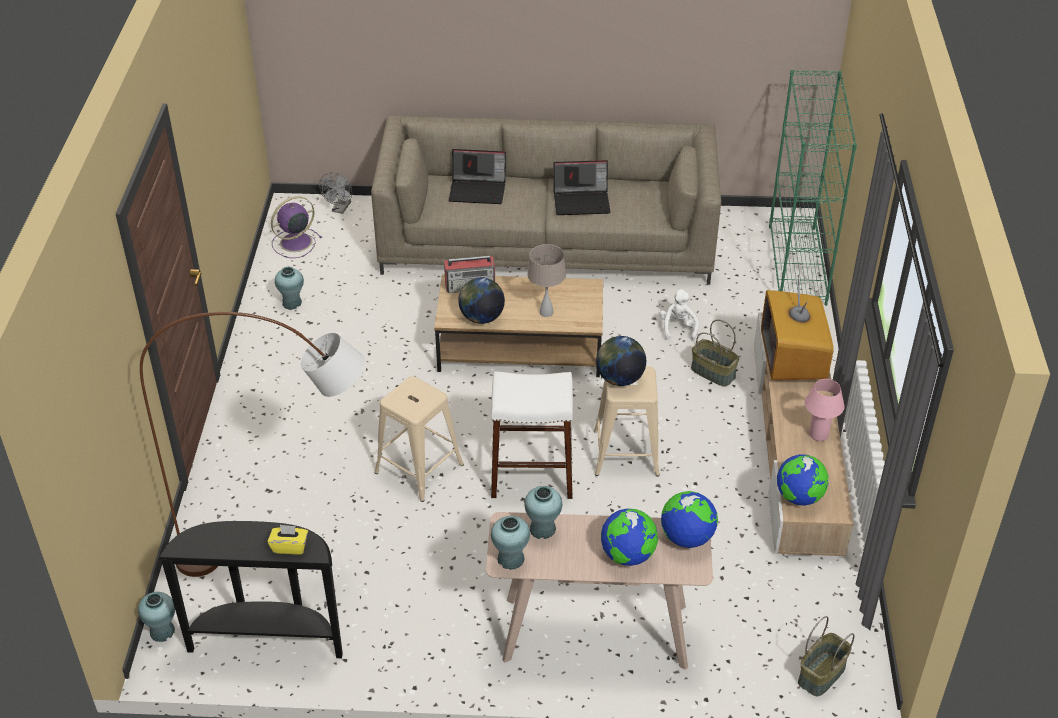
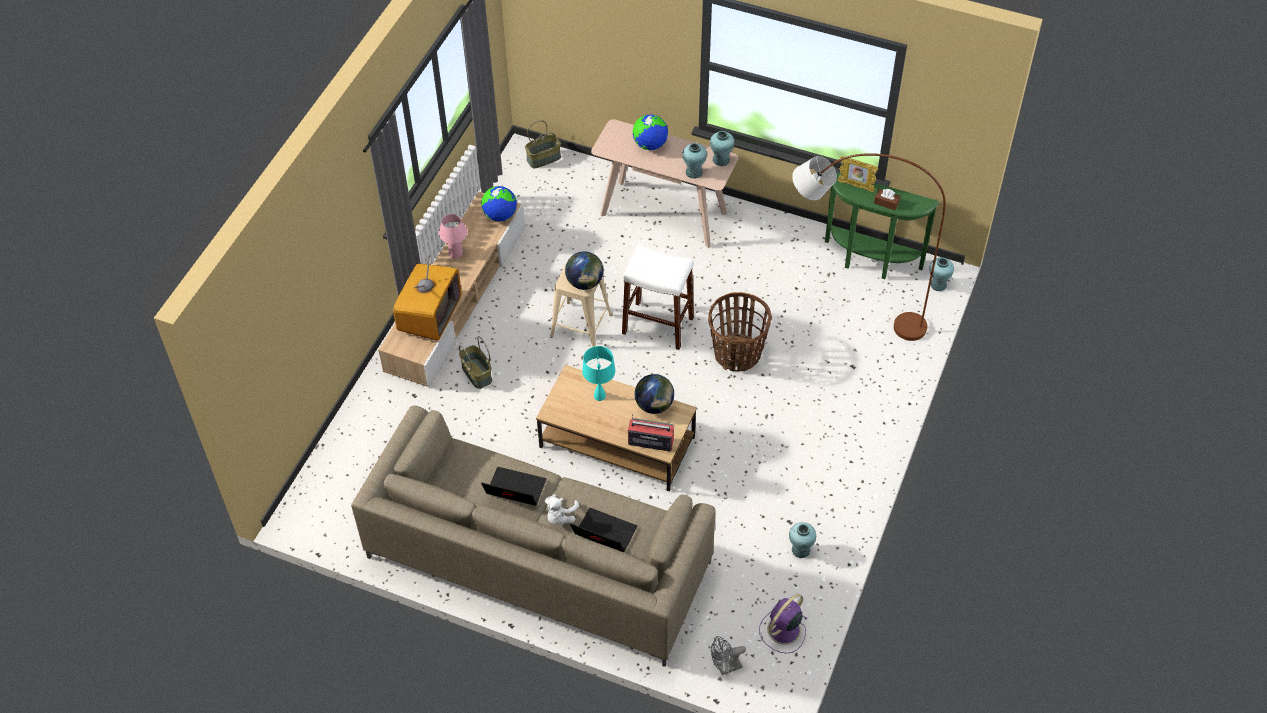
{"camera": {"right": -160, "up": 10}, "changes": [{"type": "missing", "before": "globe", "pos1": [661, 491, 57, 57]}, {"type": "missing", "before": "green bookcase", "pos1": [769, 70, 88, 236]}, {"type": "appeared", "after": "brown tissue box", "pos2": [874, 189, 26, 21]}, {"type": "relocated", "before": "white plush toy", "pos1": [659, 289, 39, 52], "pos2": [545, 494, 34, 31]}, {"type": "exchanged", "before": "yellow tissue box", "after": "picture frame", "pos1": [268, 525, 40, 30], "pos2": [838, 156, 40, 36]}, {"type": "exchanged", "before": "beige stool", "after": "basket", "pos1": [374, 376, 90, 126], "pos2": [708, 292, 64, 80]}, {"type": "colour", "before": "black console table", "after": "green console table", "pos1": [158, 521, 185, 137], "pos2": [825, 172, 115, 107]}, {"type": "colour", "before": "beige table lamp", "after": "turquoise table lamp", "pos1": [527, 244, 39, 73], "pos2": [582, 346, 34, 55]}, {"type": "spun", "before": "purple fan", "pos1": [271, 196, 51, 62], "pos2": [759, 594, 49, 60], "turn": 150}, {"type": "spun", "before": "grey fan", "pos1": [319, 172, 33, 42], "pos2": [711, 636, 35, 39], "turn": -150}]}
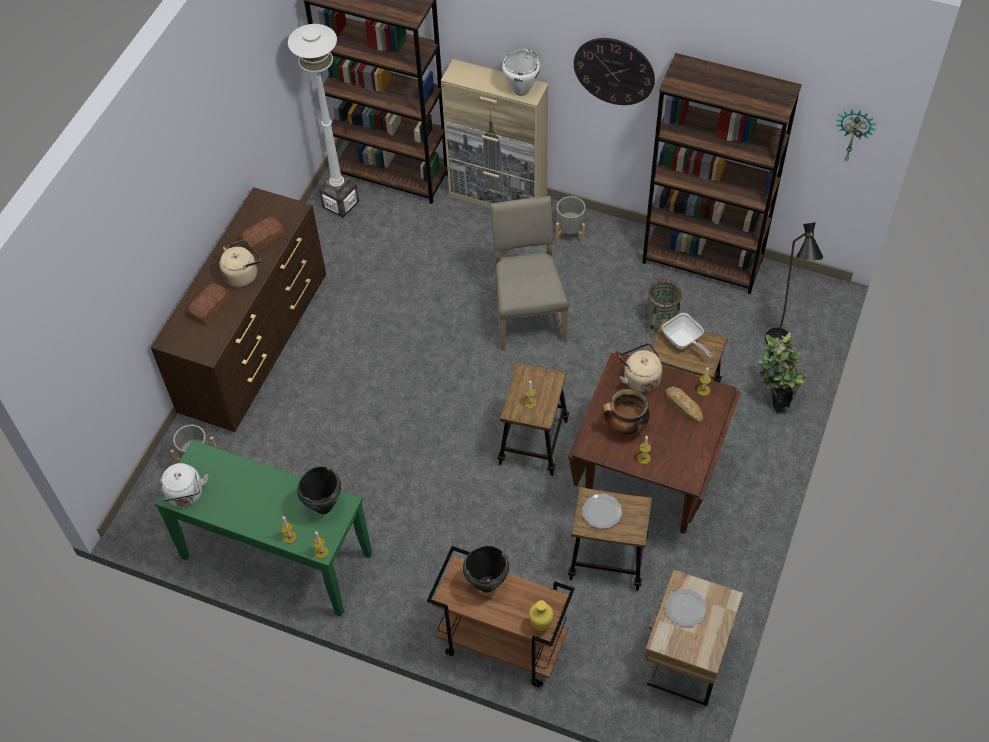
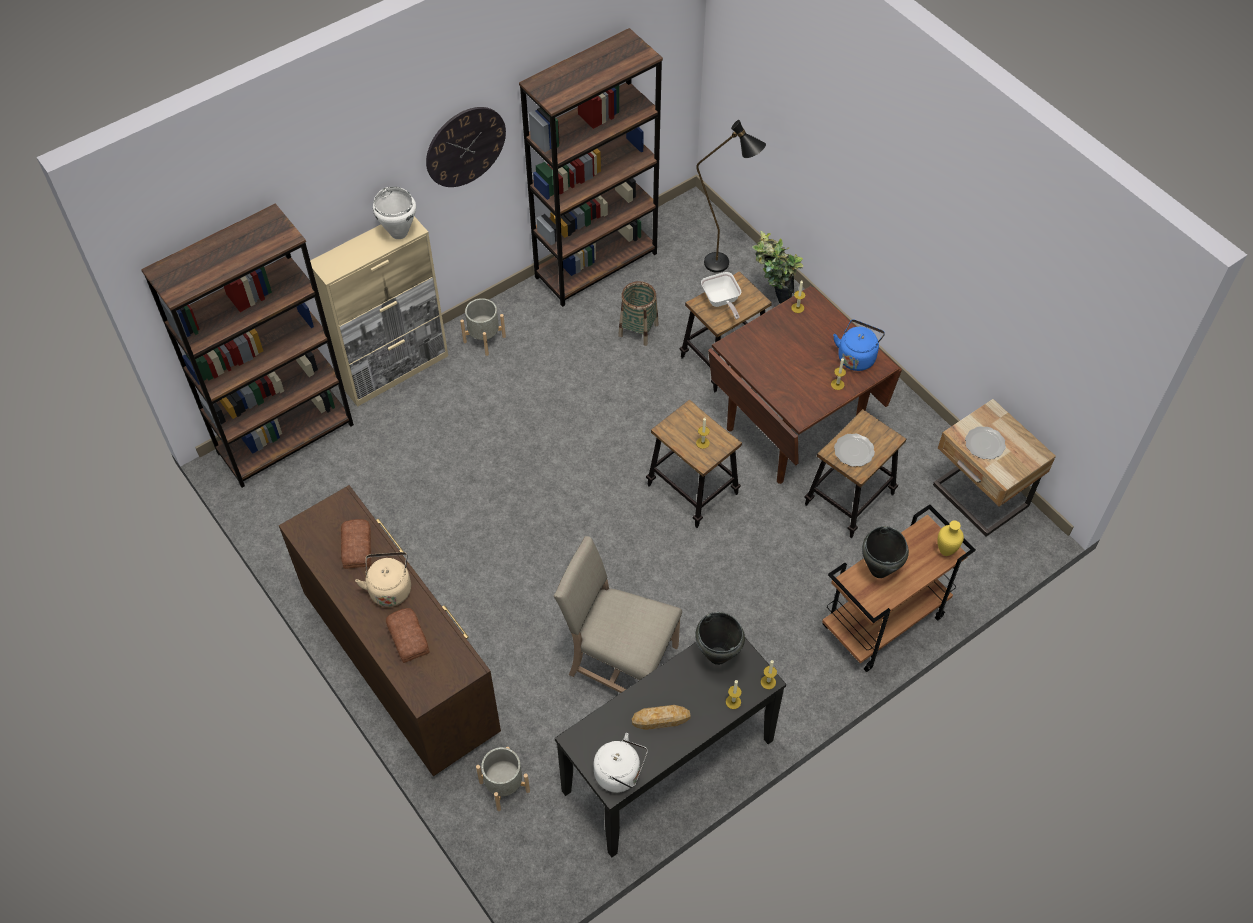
{"camera": {"right": -60, "up": 0}, "changes": [{"type": "missing", "before": "white floor lamp", "pos1": [288, 24, 71, 194]}, {"type": "missing", "before": "cooking pot", "pos1": [602, 389, 47, 47]}, {"type": "missing", "before": "beige kettle", "pos1": [619, 343, 43, 50]}, {"type": "missing", "before": "wall clock", "pos1": [836, 109, 40, 52]}, {"type": "appeared", "after": "blue kettle", "pos2": [833, 319, 52, 52]}, {"type": "relocated", "before": "beige chair", "pos1": [490, 196, 79, 155], "pos2": [554, 536, 128, 157]}, {"type": "relocated", "before": "bread", "pos1": [666, 386, 37, 38], "pos2": [632, 705, 59, 25]}, {"type": "colour", "before": "green console table", "after": "black console table", "pos1": [154, 440, 218, 177], "pos2": [555, 638, 231, 219]}, {"type": "spun", "before": "frying pan", "pos1": [662, 313, 50, 45], "pos2": [701, 272, 40, 47], "turn": 75}]}
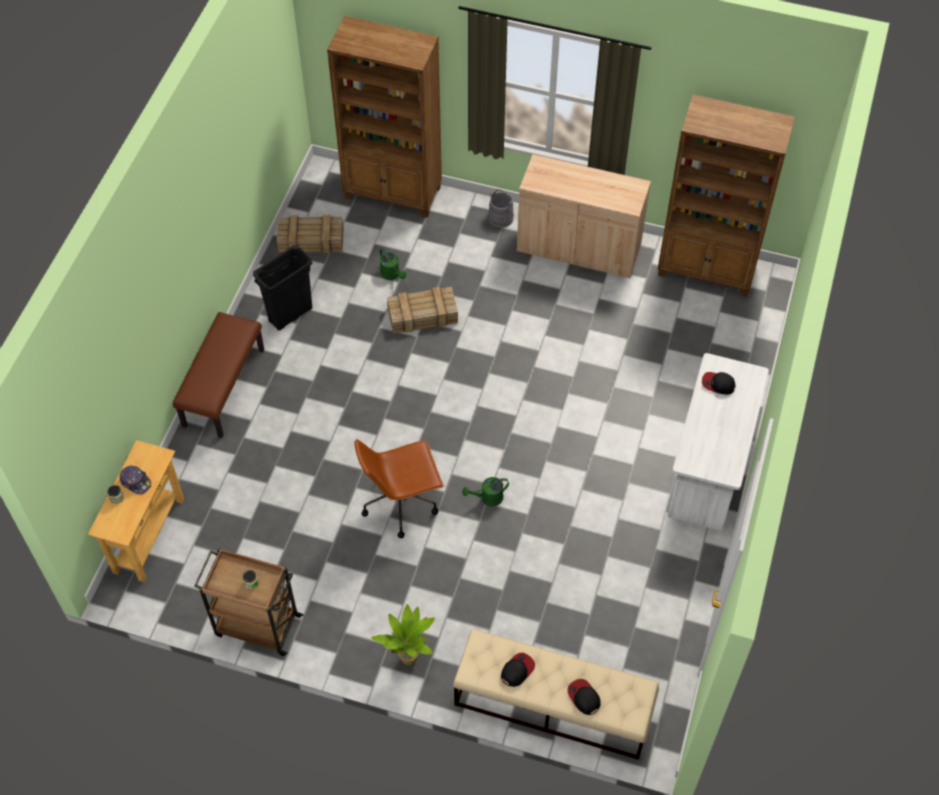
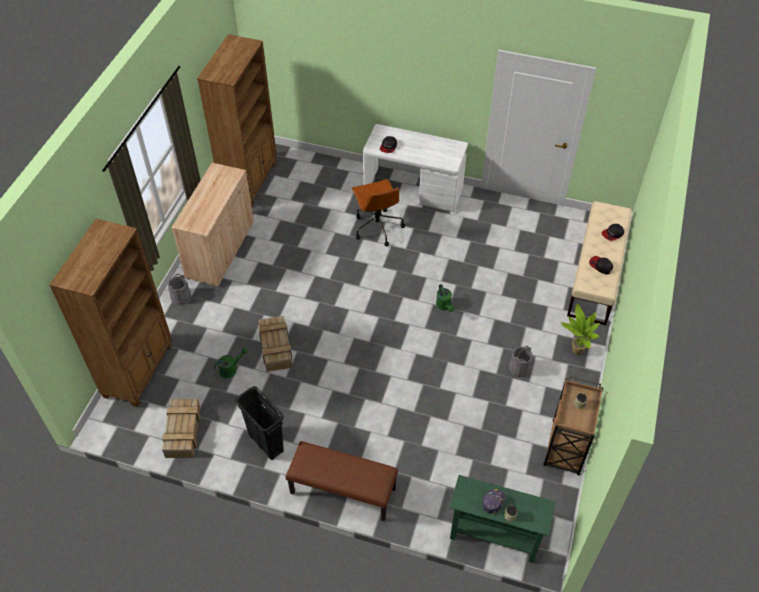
{"camera": {"right": -90, "up": -5}, "changes": [{"type": "appeared", "after": "grey bucket", "pos2": [509, 346, 24, 31]}, {"type": "relocated", "before": "brown office chair", "pos1": [355, 439, 89, 99], "pos2": [352, 179, 53, 67]}, {"type": "colour", "before": "beige console table", "after": "green console table", "pos1": [88, 440, 96, 142], "pos2": [449, 475, 107, 88]}]}
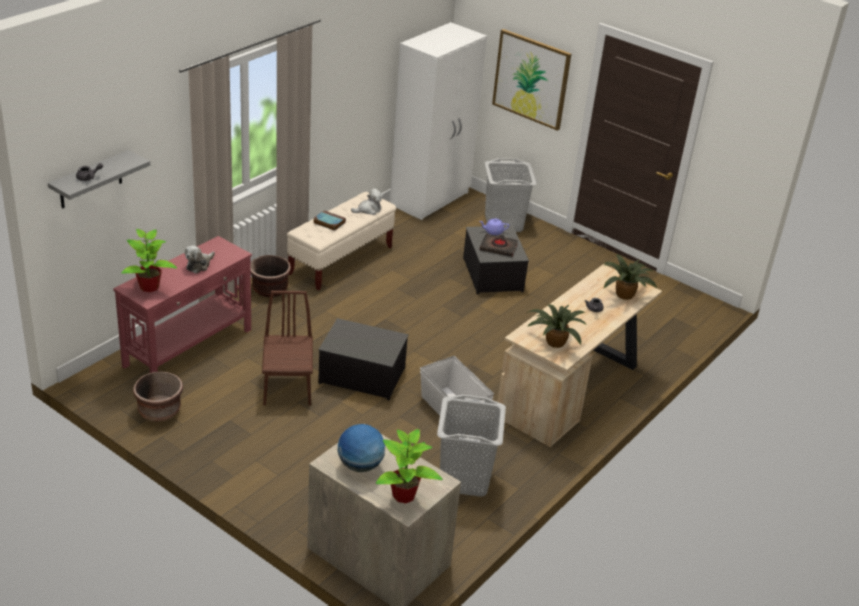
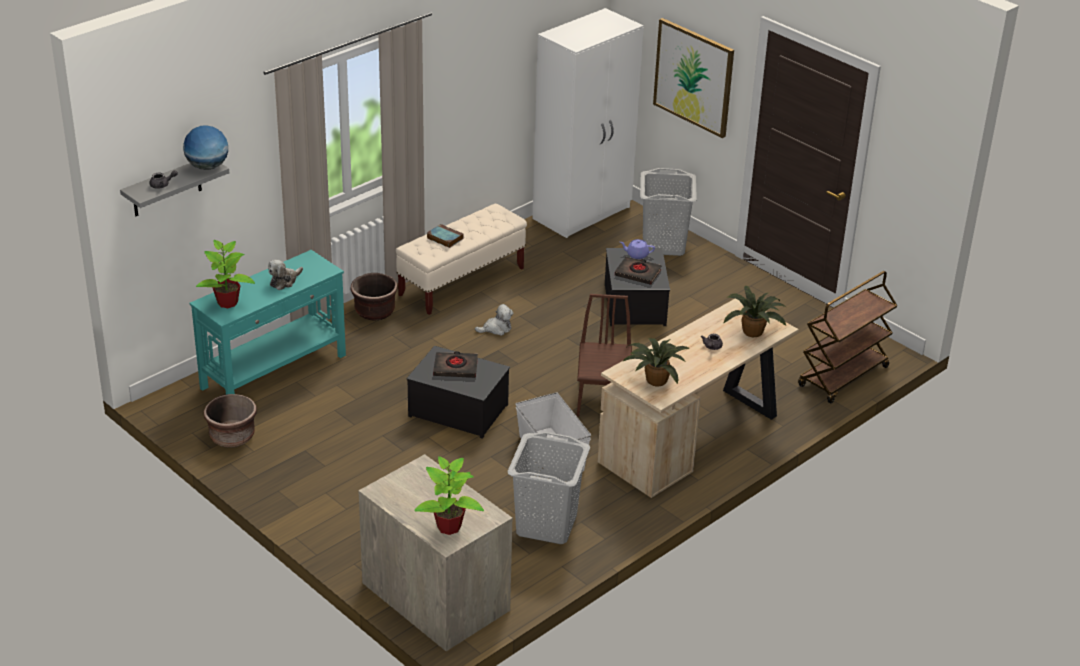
{"camera": {"right": 10, "up": 0}, "changes": [{"type": "appeared", "after": "black book", "pos2": [433, 351, 45, 27]}, {"type": "appeared", "after": "brown cart", "pos2": [798, 271, 100, 133]}, {"type": "relocated", "before": "brown chair", "pos1": [262, 291, 51, 115], "pos2": [577, 294, 55, 122]}, {"type": "relocated", "before": "globe", "pos1": [338, 424, 47, 48], "pos2": [183, 126, 45, 44]}, {"type": "relocated", "before": "plush toy", "pos1": [351, 188, 32, 27], "pos2": [475, 304, 39, 32]}, {"type": "colour", "before": "red console table", "after": "turquoise console table", "pos1": [113, 236, 139, 137], "pos2": [189, 250, 157, 145]}]}
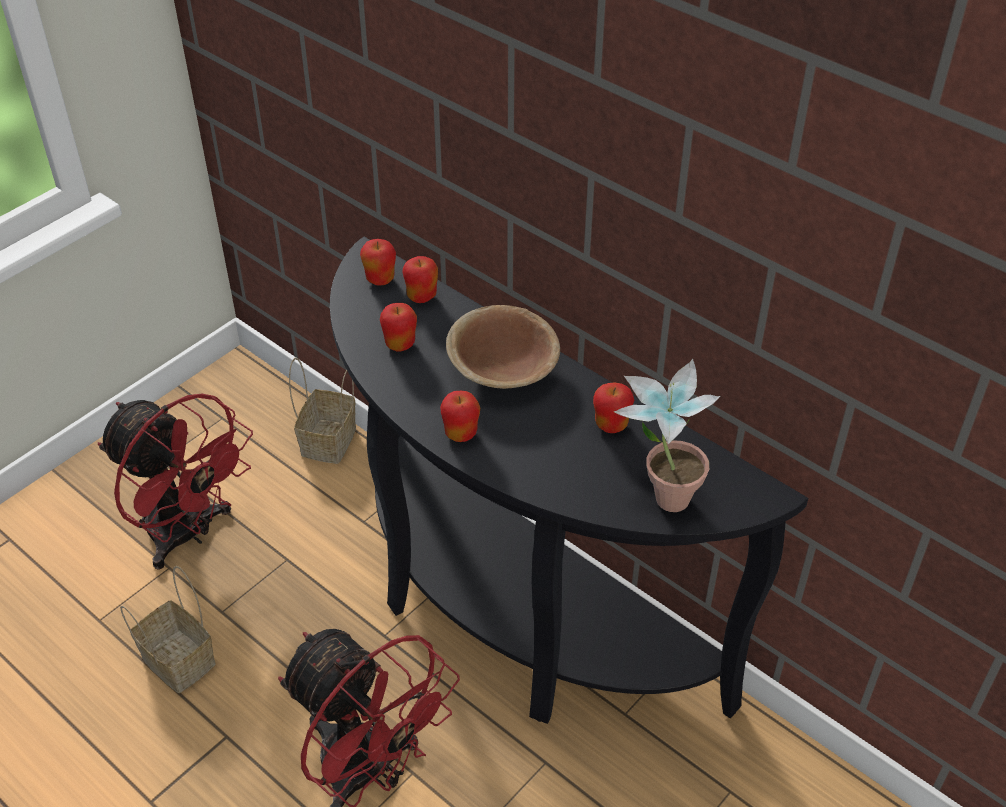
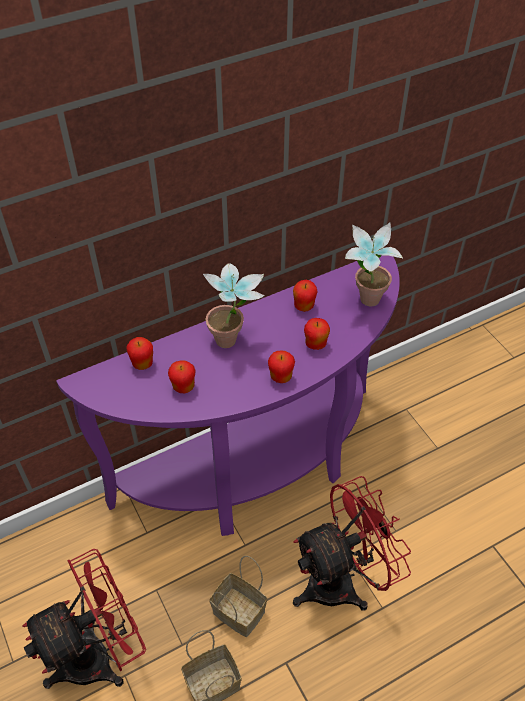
{"camera": {"right": -70, "up": 5}, "changes": [{"type": "relocated", "before": "basket", "pos1": [289, 358, 67, 106], "pos2": [209, 556, 58, 81]}, {"type": "relocated", "before": "apple", "pos1": [360, 239, 36, 46], "pos2": [304, 318, 26, 32]}, {"type": "exchanged", "before": "brown bowl", "after": "potted plant", "pos1": [446, 305, 114, 84], "pos2": [203, 263, 61, 85]}, {"type": "colour", "before": "black console table", "after": "purple console table", "pos1": [330, 237, 478, 487], "pos2": [56, 255, 344, 281]}]}
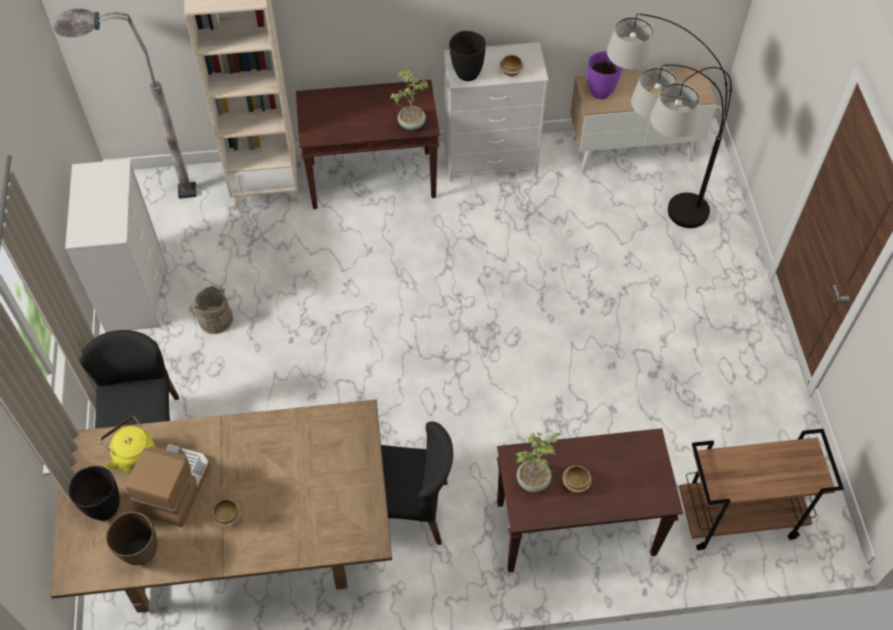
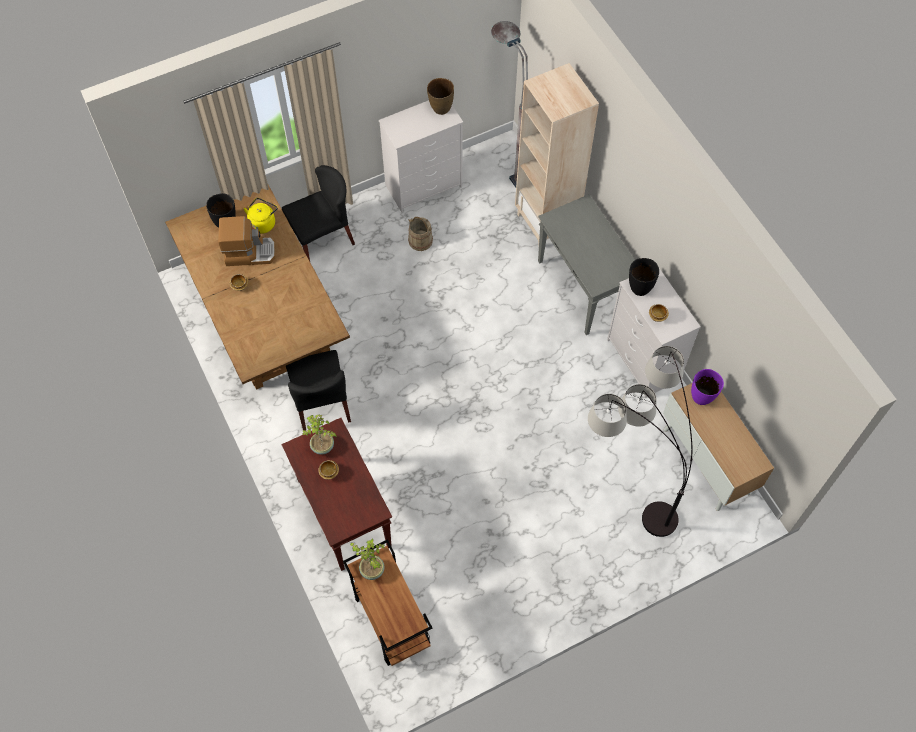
{"camera": {"right": 70, "up": 5}, "changes": [{"type": "relocated", "before": "brown vase", "pos1": [106, 512, 51, 53], "pos2": [427, 78, 27, 37]}, {"type": "relocated", "before": "potted plant", "pos1": [391, 70, 38, 60], "pos2": [350, 538, 35, 42]}, {"type": "colour", "before": "brown console table", "after": "grey console table", "pos1": [296, 80, 144, 129], "pos2": [538, 194, 97, 141]}]}
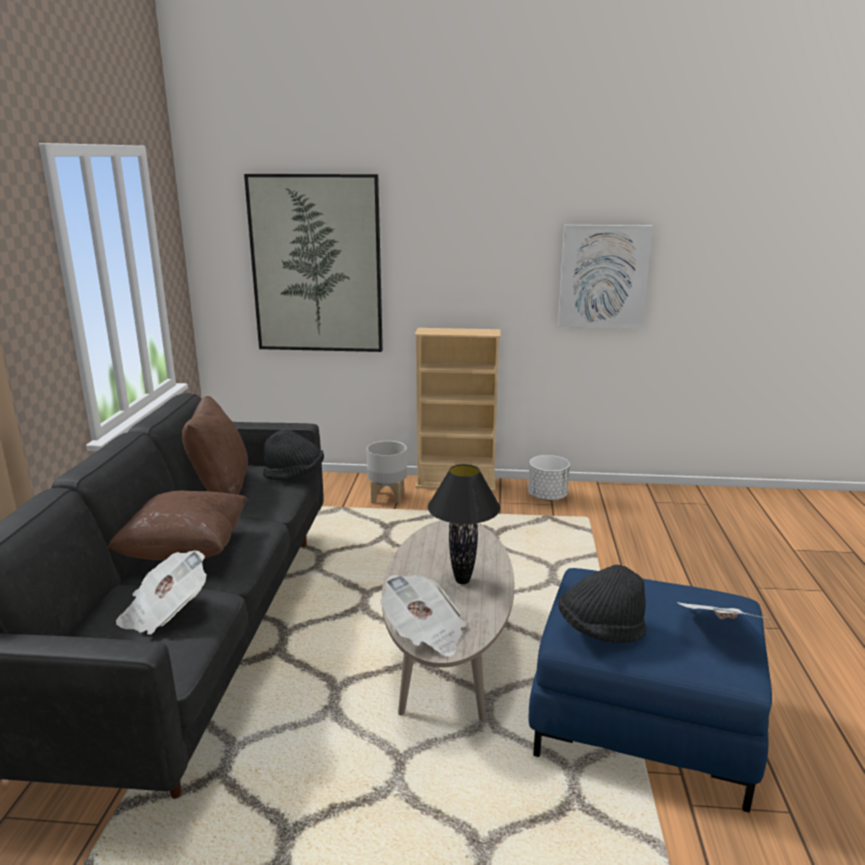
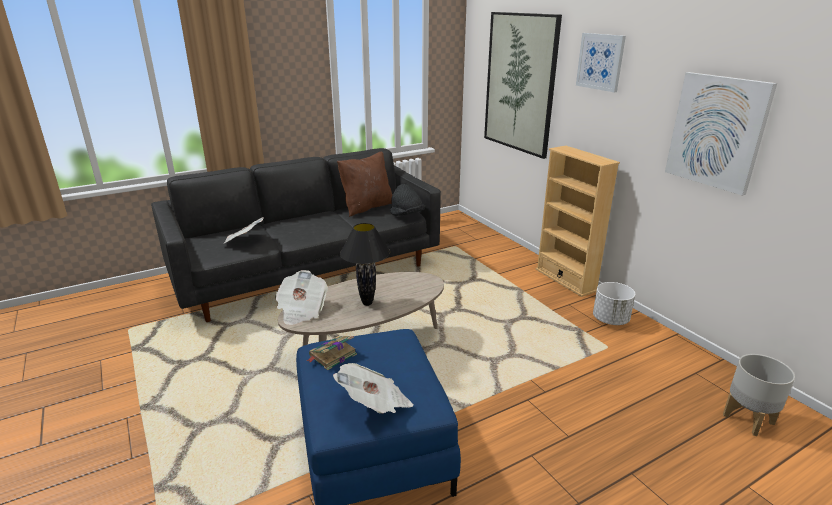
{"camera": {"right": 55, "up": 5}, "changes": [{"type": "missing", "before": "brown pillow", "pos1": [107, 491, 140, 69]}, {"type": "appeared", "after": "picture", "pos2": [576, 33, 50, 59]}, {"type": "relocated", "before": "grey planter", "pos1": [367, 441, 40, 64], "pos2": [723, 354, 72, 82]}, {"type": "exchanged", "before": "black hat", "after": "book", "pos1": [558, 565, 89, 78], "pos2": [307, 336, 50, 34]}]}
